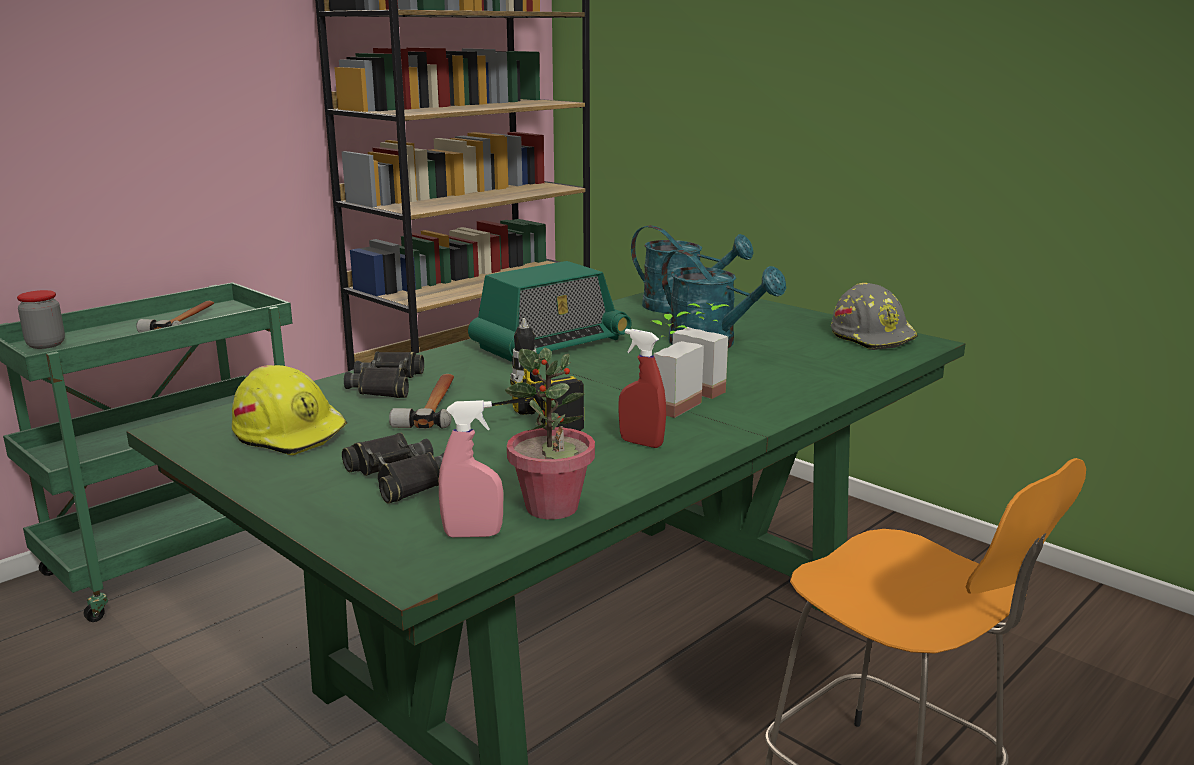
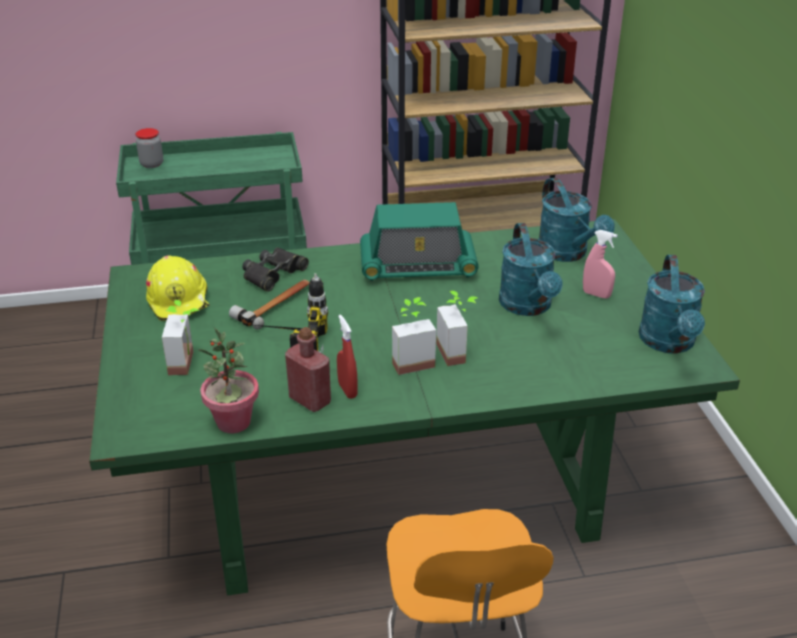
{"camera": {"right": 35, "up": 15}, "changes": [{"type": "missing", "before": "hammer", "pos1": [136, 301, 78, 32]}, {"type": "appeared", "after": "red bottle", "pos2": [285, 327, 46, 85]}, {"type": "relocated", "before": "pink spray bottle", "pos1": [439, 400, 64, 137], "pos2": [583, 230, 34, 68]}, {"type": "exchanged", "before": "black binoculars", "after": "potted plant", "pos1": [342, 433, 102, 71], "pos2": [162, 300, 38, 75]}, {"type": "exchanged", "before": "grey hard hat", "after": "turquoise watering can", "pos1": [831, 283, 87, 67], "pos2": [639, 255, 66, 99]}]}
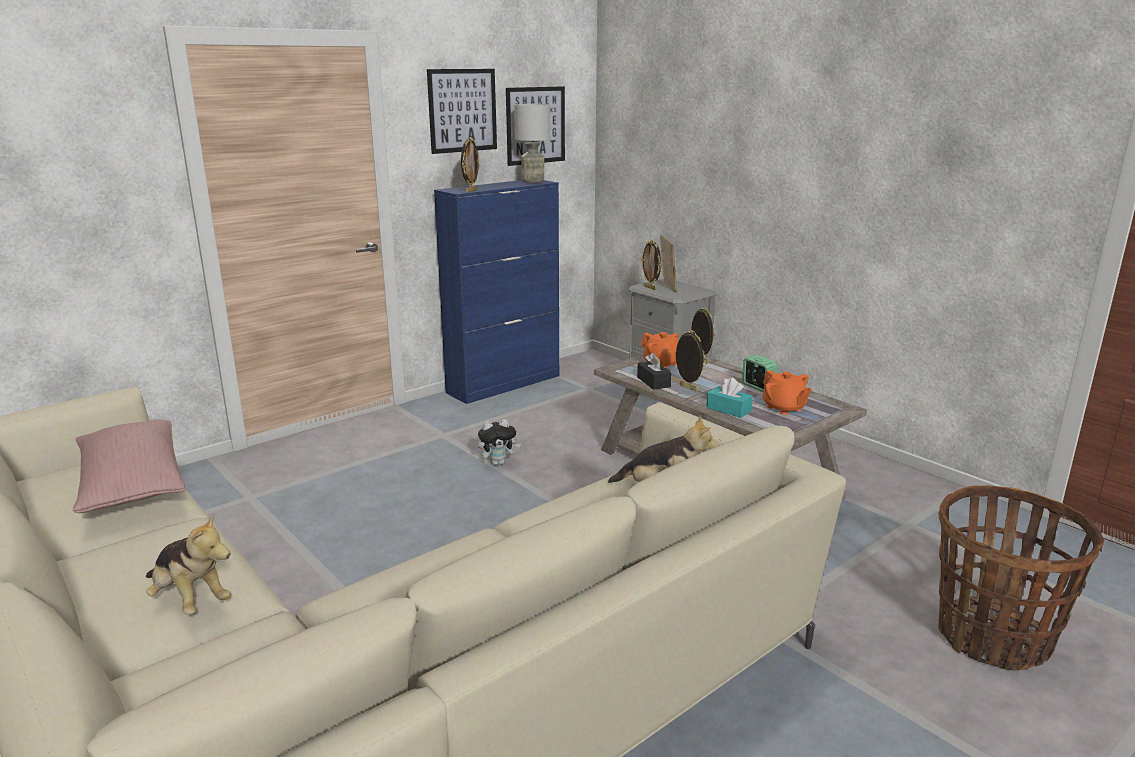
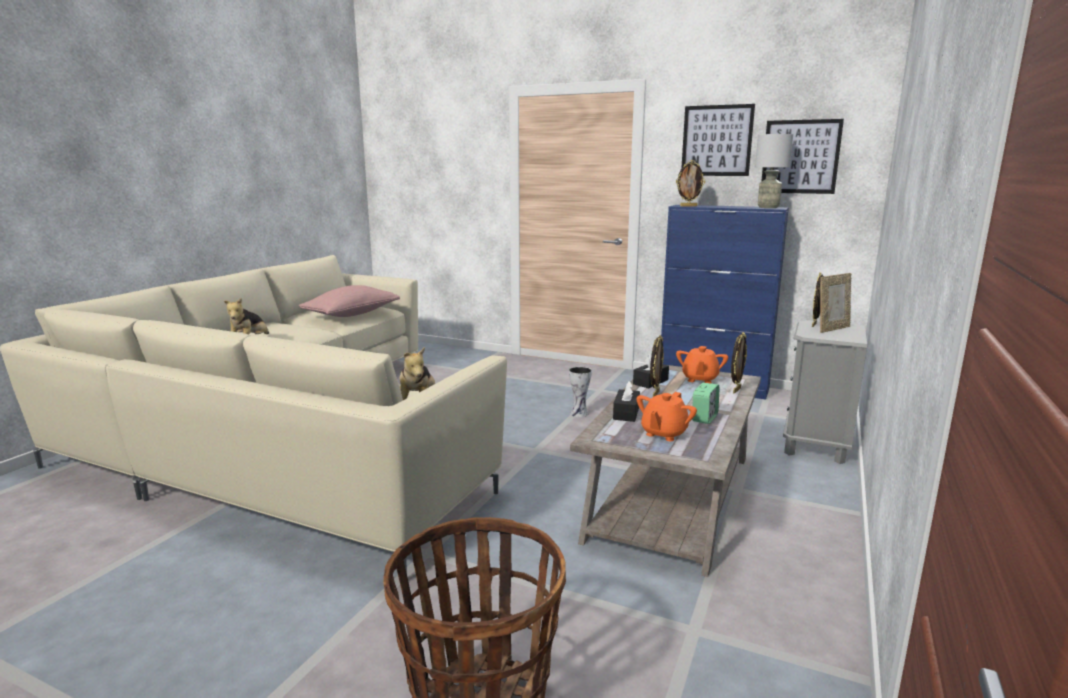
{"camera": {"right": 65, "up": -5}, "changes": [{"type": "exchanged", "before": "plush toy", "after": "vase", "pos1": [478, 419, 43, 46], "pos2": [569, 366, 23, 51]}, {"type": "colour", "before": "turquoise tissue box", "after": "black tissue box", "pos1": [706, 378, 47, 40], "pos2": [613, 380, 27, 42]}]}
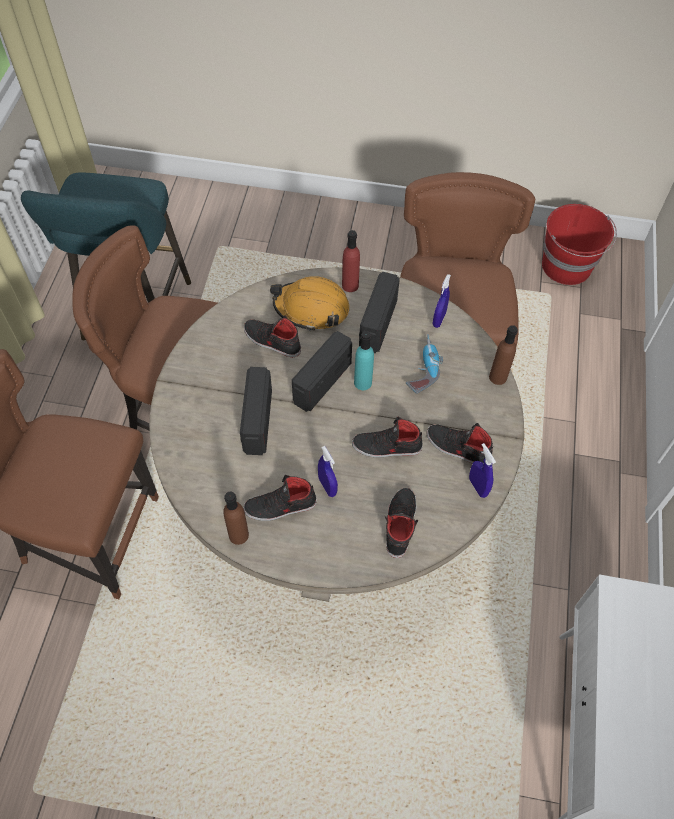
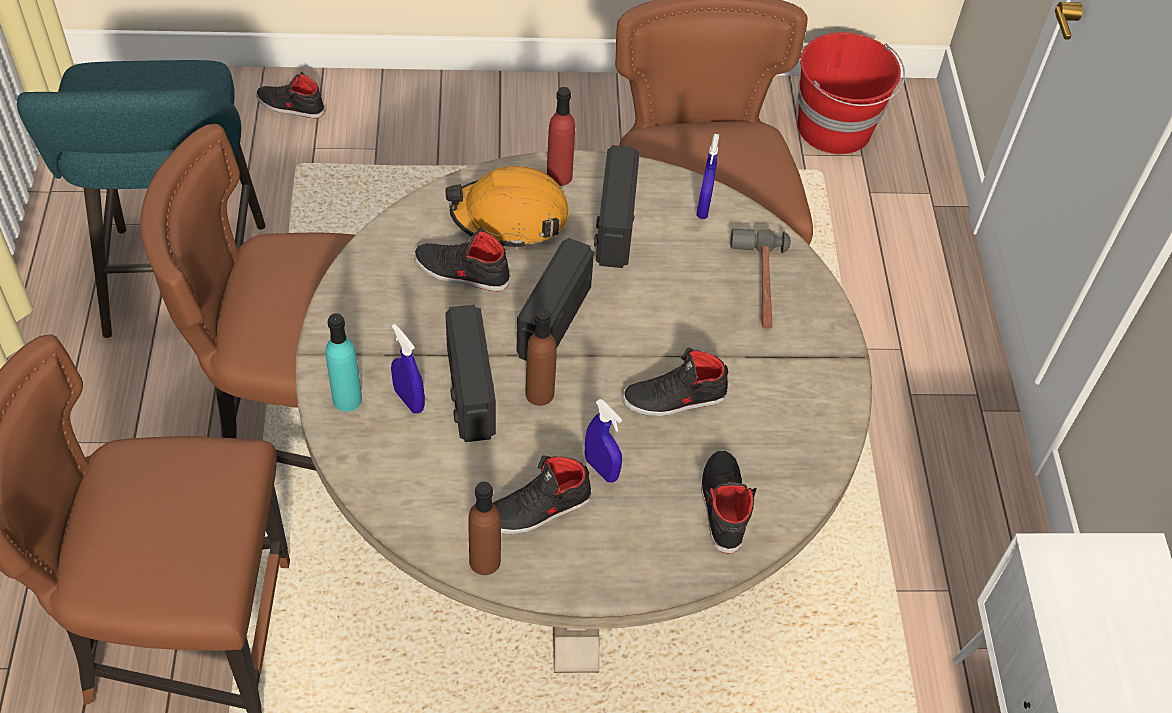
{"camera": {"right": -15, "up": -5}, "changes": [{"type": "missing", "before": "power drill", "pos1": [406, 334, 37, 60]}, {"type": "appeared", "after": "hammer", "pos2": [730, 229, 61, 100]}, {"type": "relocated", "before": "turquoise bottle", "pos1": [354, 331, 20, 59], "pos2": [326, 313, 36, 99]}, {"type": "relocated", "before": "black shoe", "pos1": [427, 423, 66, 41], "pos2": [256, 72, 69, 47]}, {"type": "relocated", "before": "blue spray bottle", "pos1": [469, 443, 27, 55], "pos2": [391, 324, 34, 89]}, {"type": "relocated", "before": "brown bottle", "pos1": [489, 325, 29, 60], "pos2": [525, 308, 32, 98]}]}
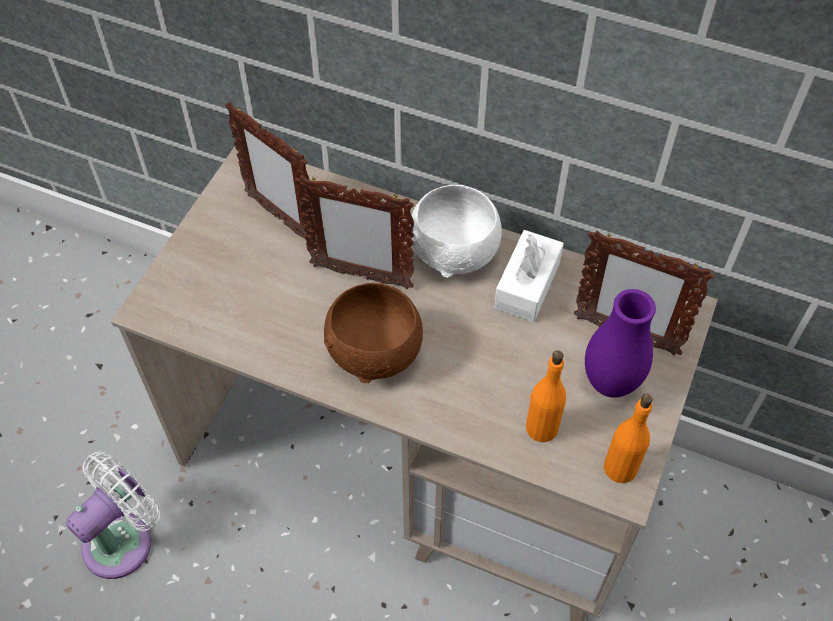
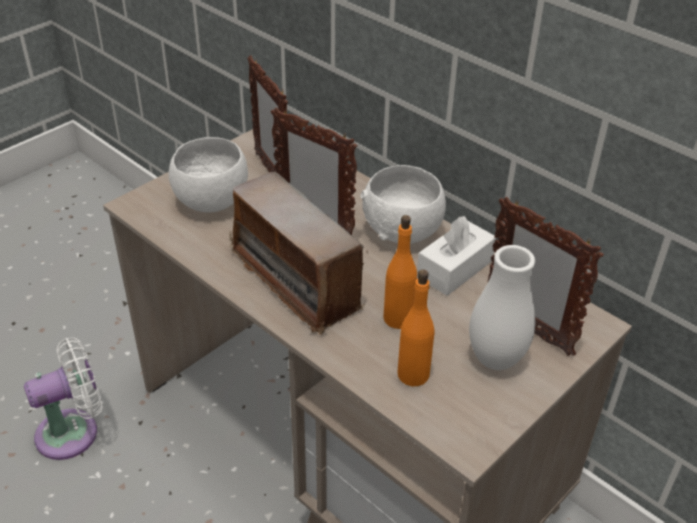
{"camera": {"right": 20, "up": -15}, "changes": [{"type": "appeared", "after": "white bowl", "pos2": [169, 137, 79, 76]}, {"type": "relocated", "before": "orange bottle", "pos1": [604, 394, 49, 89], "pos2": [383, 215, 34, 114]}, {"type": "exchanged", "before": "brown bowl", "after": "radio", "pos1": [324, 283, 99, 100], "pos2": [229, 172, 139, 163]}, {"type": "colour", "before": "purple vase", "after": "white vase", "pos1": [585, 289, 71, 108], "pos2": [469, 245, 66, 125]}]}
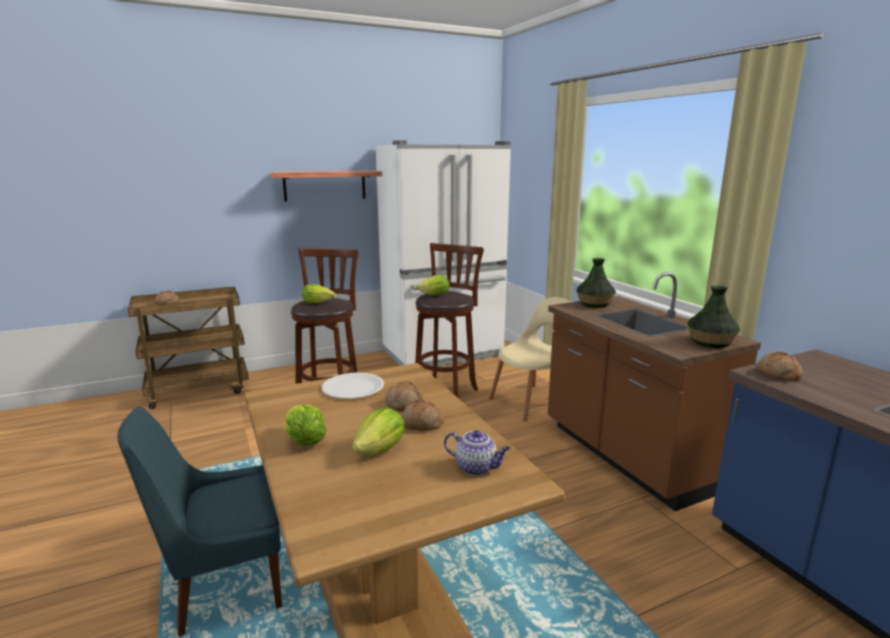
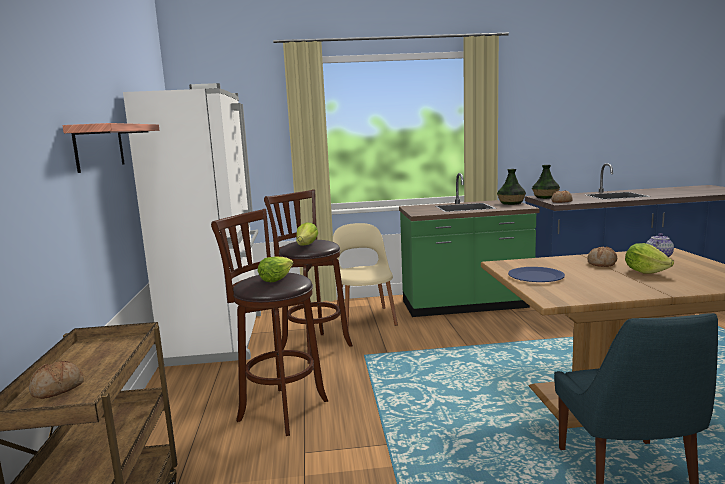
{"camera": {"right": -70, "up": -5}, "changes": [{"type": "missing", "before": "lettuce", "pos1": [285, 405, 42, 41]}, {"type": "missing", "before": "bread", "pos1": [385, 381, 37, 30]}, {"type": "relocated", "before": "vase", "pos1": [576, 258, 40, 50], "pos2": [532, 165, 28, 34]}, {"type": "colour", "before": "white plate", "after": "blue plate", "pos1": [322, 373, 62, 26], "pos2": [508, 267, 57, 15]}, {"type": "colour", "before": "brown counter", "after": "green counter", "pos1": [548, 272, 213, 239], "pos2": [399, 173, 140, 144]}]}
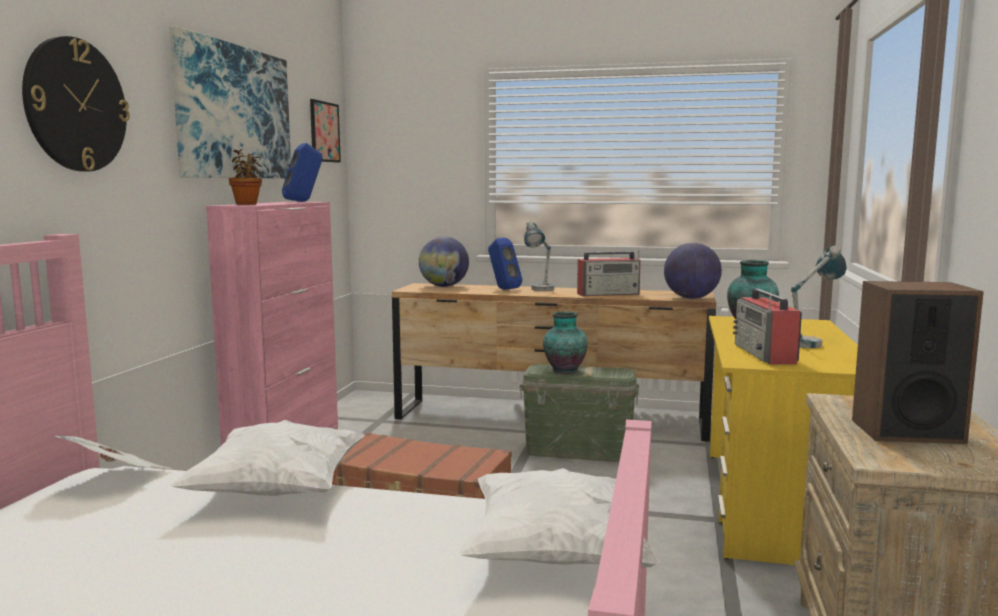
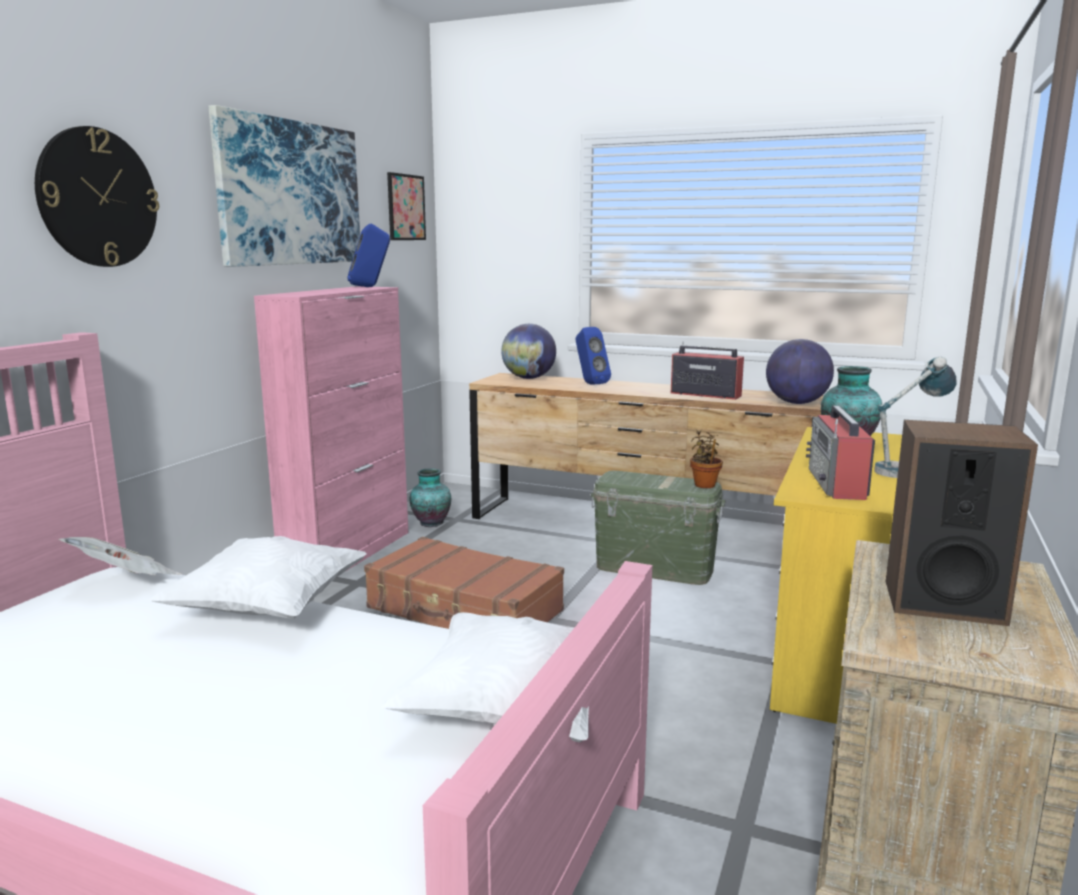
{"camera": {"right": 10, "up": 5}, "changes": [{"type": "missing", "before": "table lamp", "pos1": [524, 221, 30, 70]}, {"type": "relocated", "before": "potted plant", "pos1": [229, 149, 33, 56], "pos2": [690, 429, 33, 59]}, {"type": "relocated", "before": "vase", "pos1": [543, 312, 45, 62], "pos2": [410, 468, 41, 59]}, {"type": "spun", "before": "radio", "pos1": [577, 250, 64, 46], "pos2": [671, 341, 73, 59], "turn": -150}]}
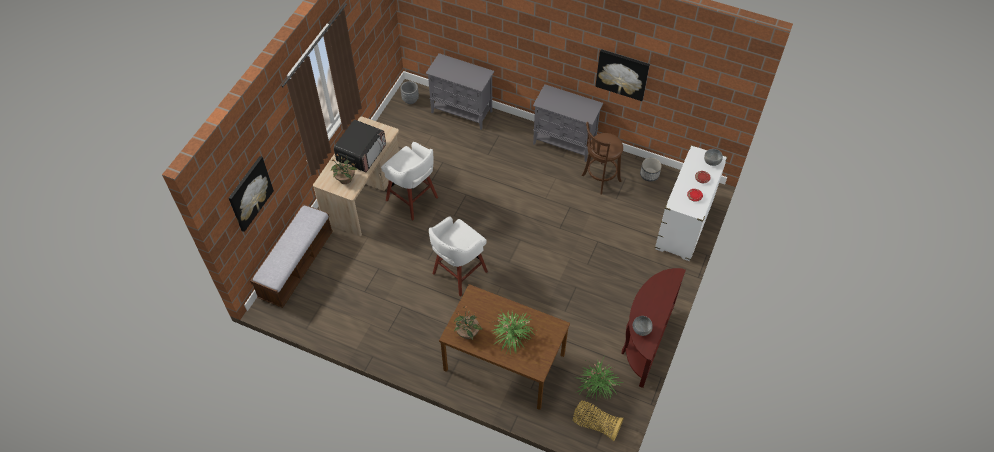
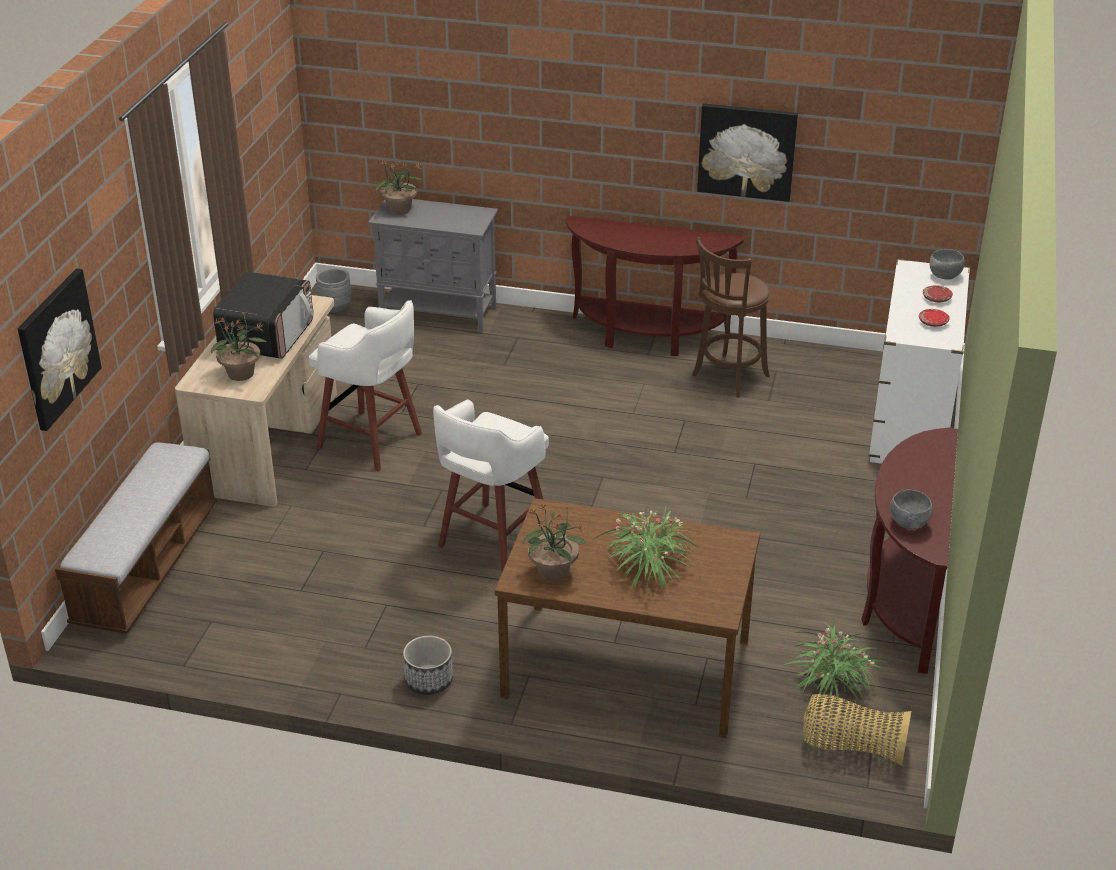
{"camera": {"right": -10, "up": -20}, "changes": [{"type": "appeared", "after": "potted plant", "pos2": [375, 156, 48, 59]}, {"type": "relocated", "before": "planter", "pos1": [640, 158, 22, 24], "pos2": [403, 636, 50, 59]}, {"type": "exchanged", "before": "grey cabinet", "after": "brown console table", "pos1": [533, 84, 70, 78], "pos2": [565, 216, 180, 140]}]}
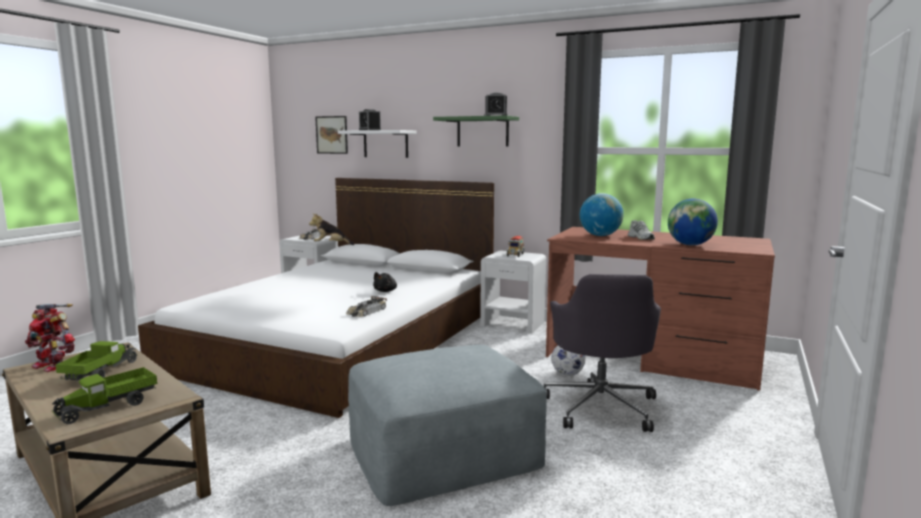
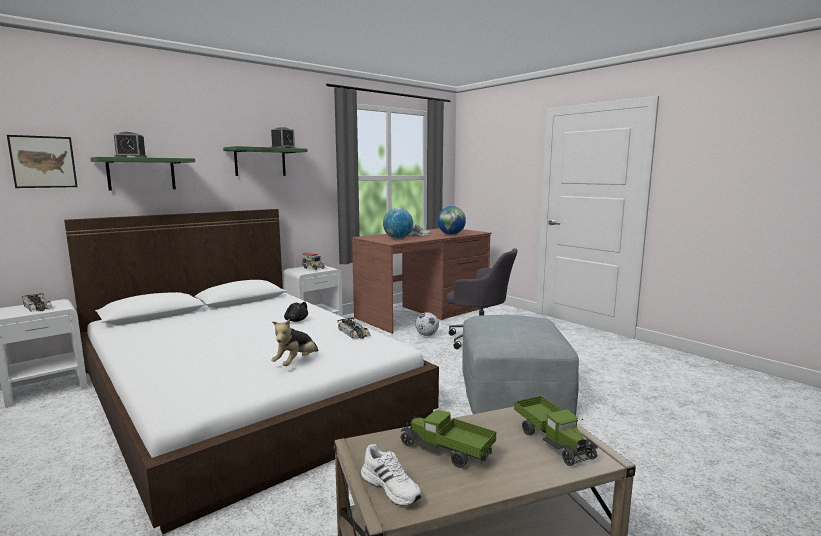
{"camera": {"right": -65, "up": 0}, "changes": [{"type": "relocated", "before": "plush toy", "pos1": [309, 213, 45, 32], "pos2": [271, 319, 47, 47]}, {"type": "exchanged", "before": "toy robot", "after": "white shoe", "pos1": [25, 304, 50, 68], "pos2": [361, 444, 60, 62]}, {"type": "colour", "before": "white shelf", "after": "green shelf", "pos1": [338, 130, 78, 28], "pos2": [90, 157, 105, 34]}]}
